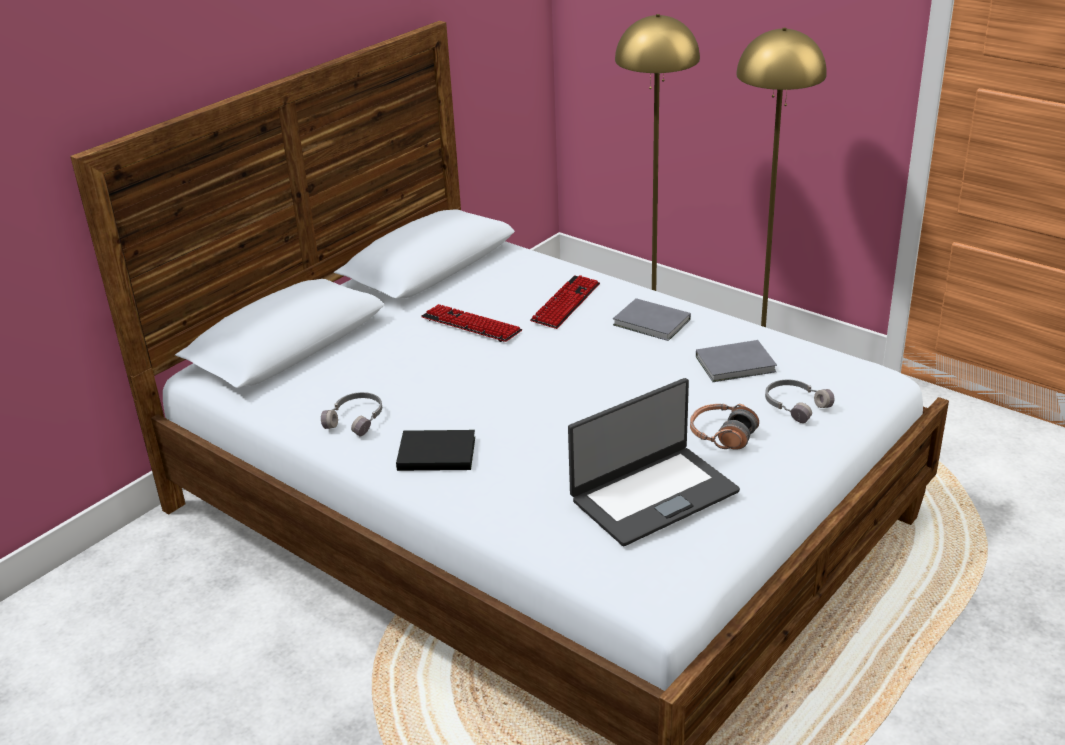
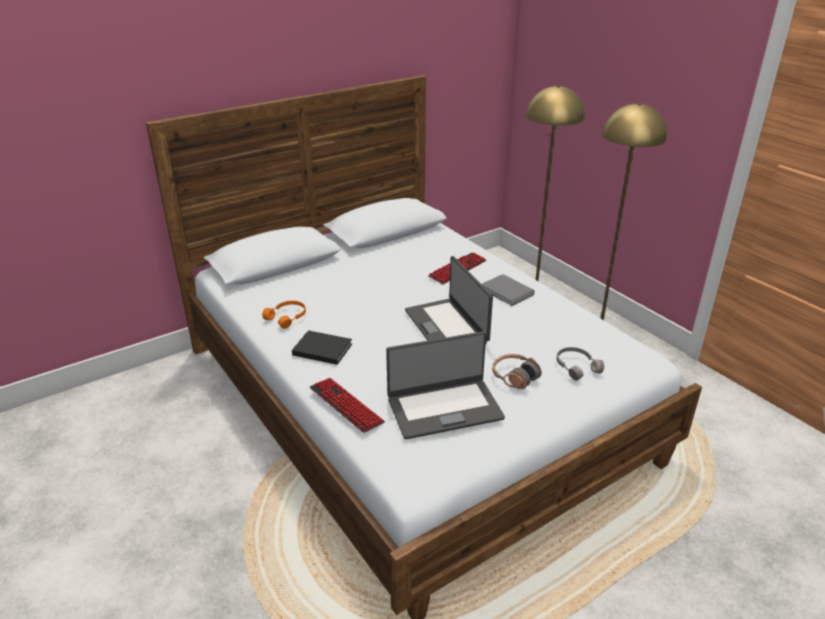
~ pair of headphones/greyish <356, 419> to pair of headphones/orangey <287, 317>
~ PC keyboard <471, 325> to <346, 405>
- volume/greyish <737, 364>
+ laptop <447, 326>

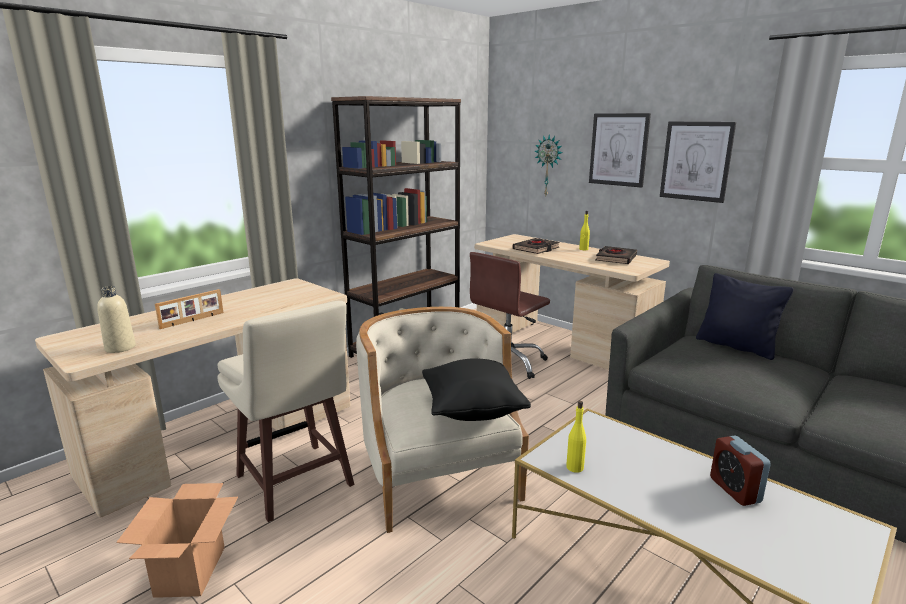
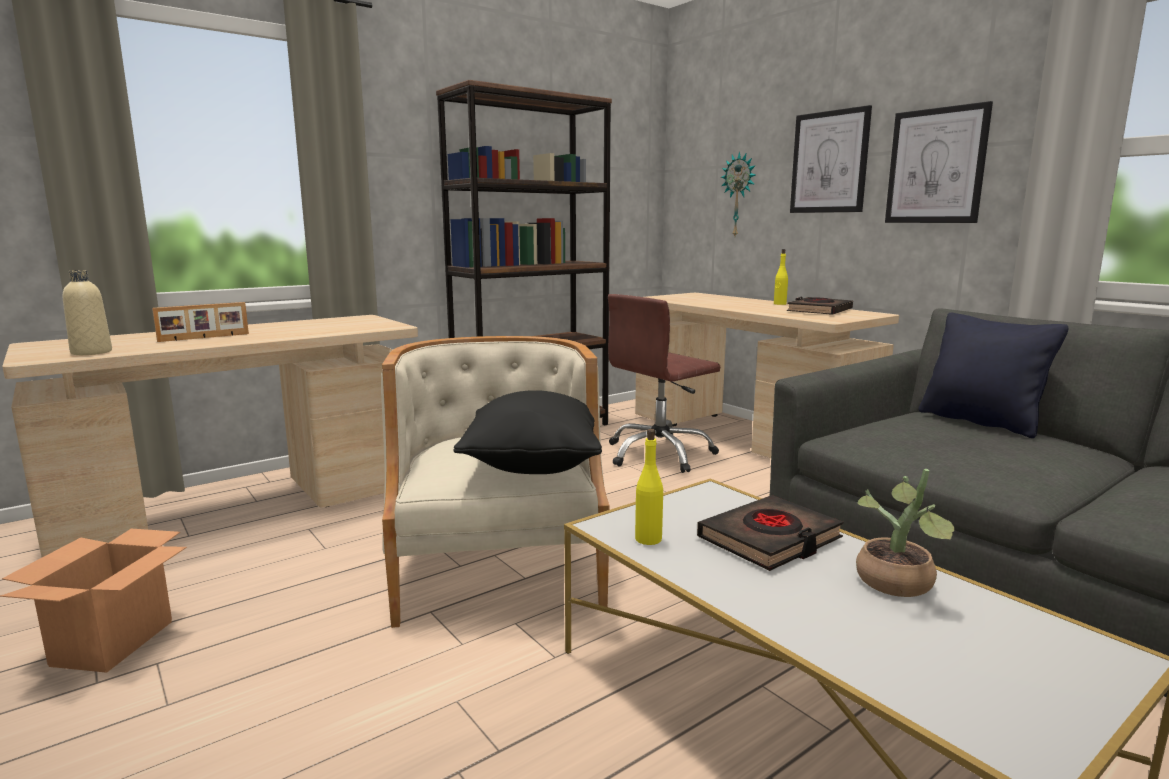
- sitting stool/beige <295, 483>
~ volume/blackish <536, 249> to <770, 540>
~ table clock <735, 490> to plant in a pot <897, 586>

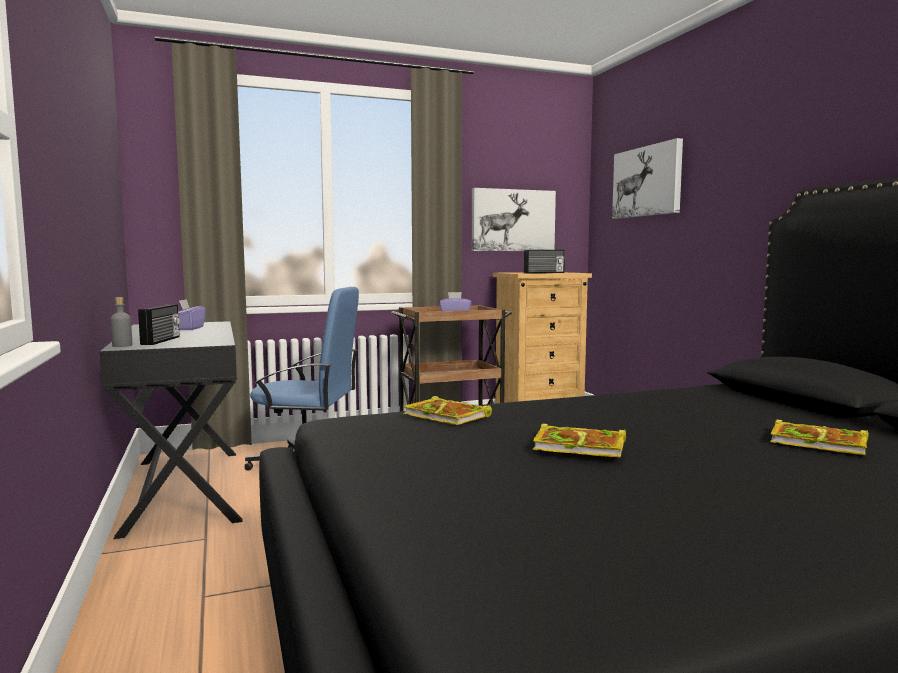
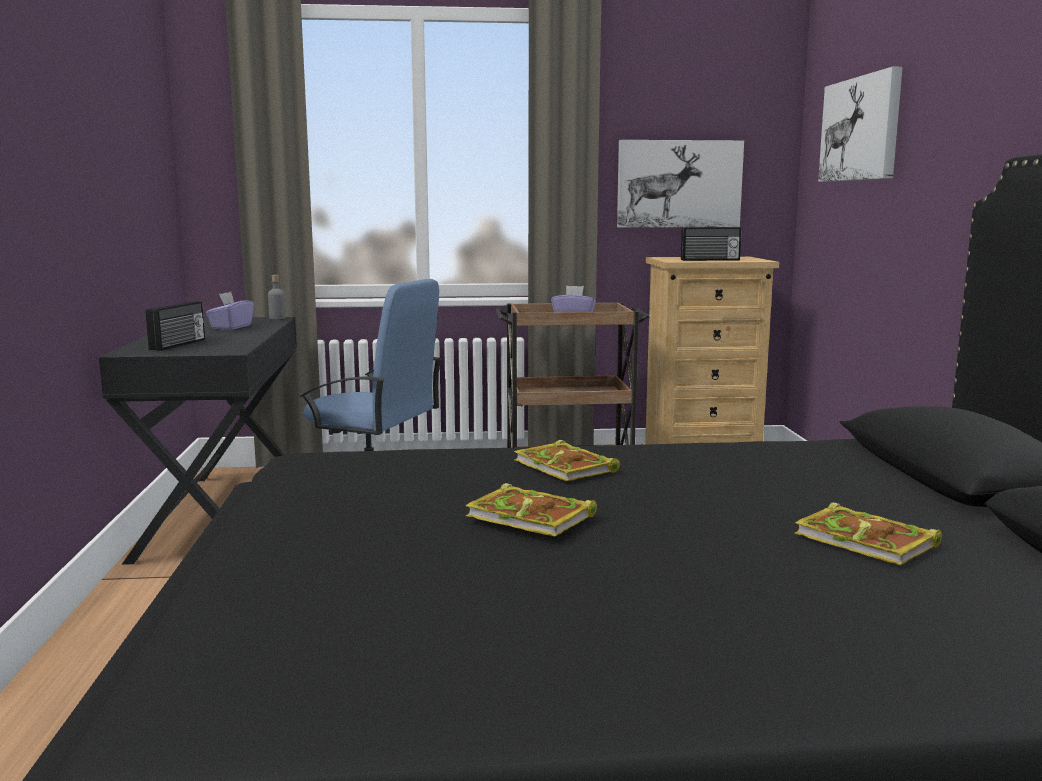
~ drink bottle/greyish <122, 345> to <277, 318>
~ volume <448, 416> to <567, 467>

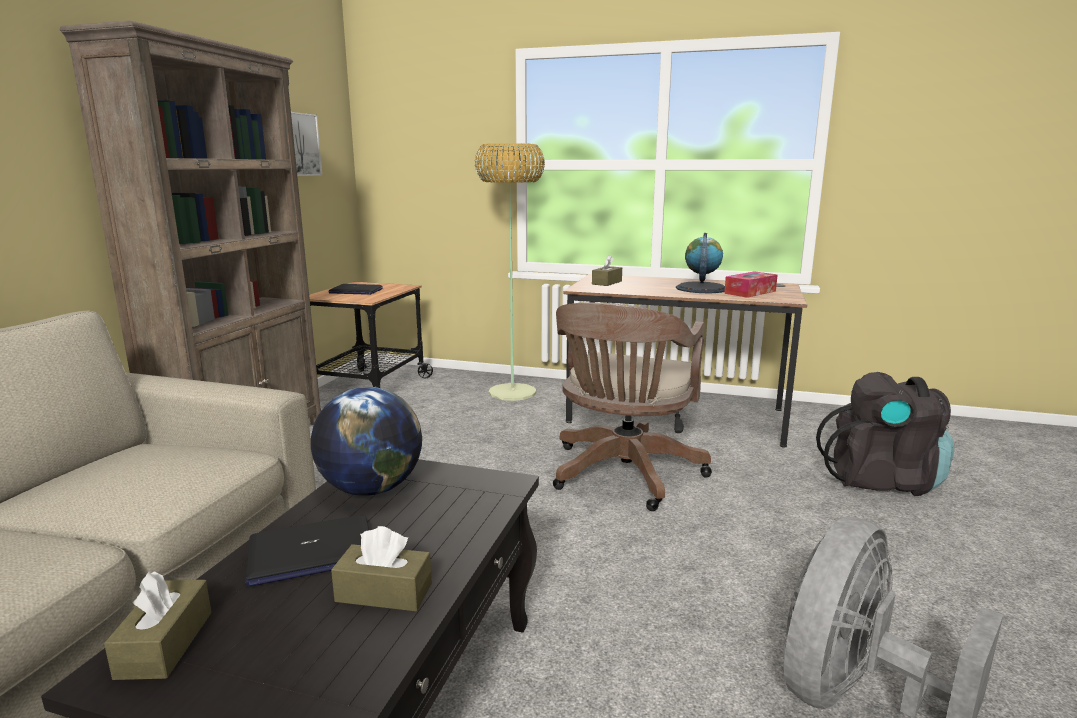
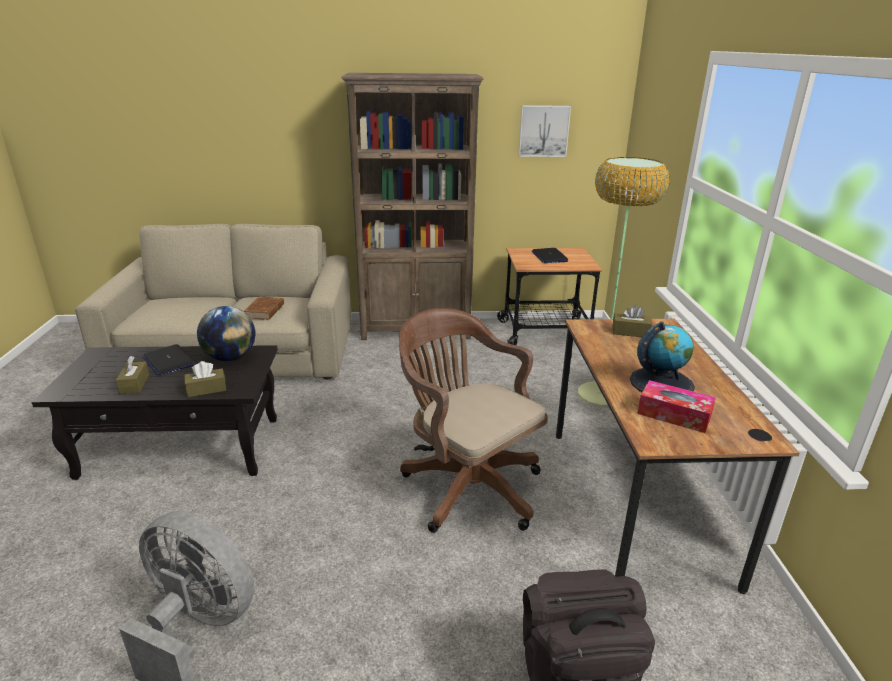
~ tissue holder/brownish <165, 644> to <206, 389>
~ computer chair/brownish <623, 476> = <467, 485> 45 degrees clockwise
+ volume/brownish <265, 311>

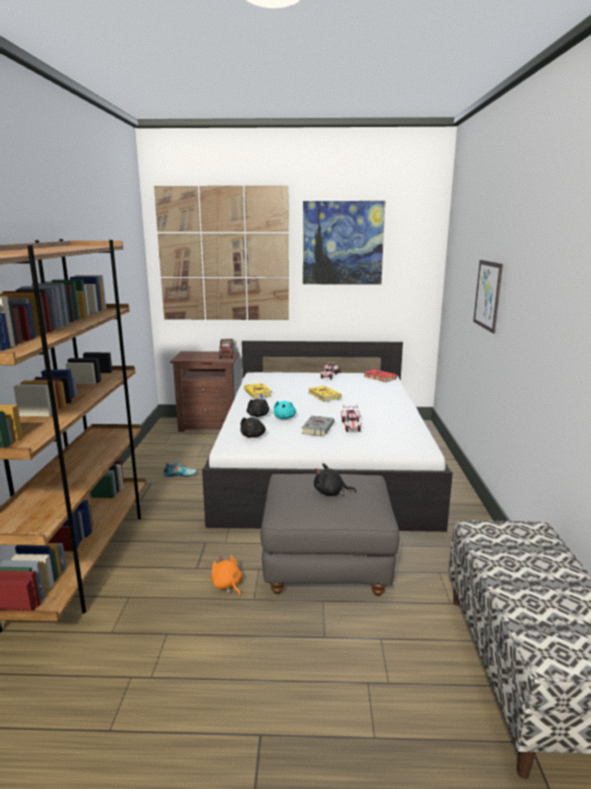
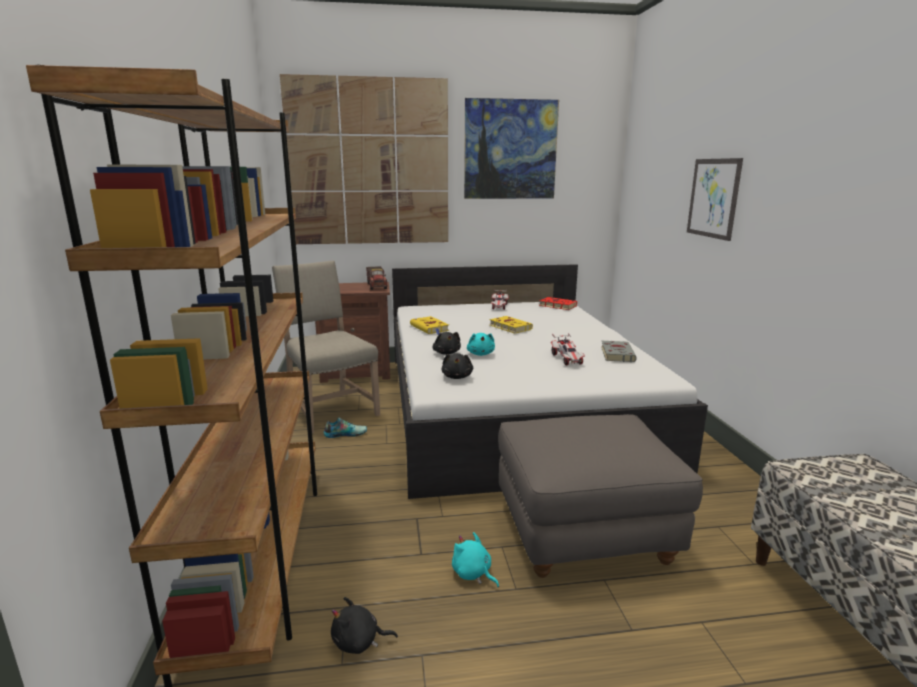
~ cuddly toy/orangey <227, 585> to cuddly toy/turquoise-coloured <473, 573>
~ volume/greyish <318, 428> to <617, 354>
~ cuddly toy/blackish <331, 492> to <359, 642>
+ upright chair/beige <329, 408>

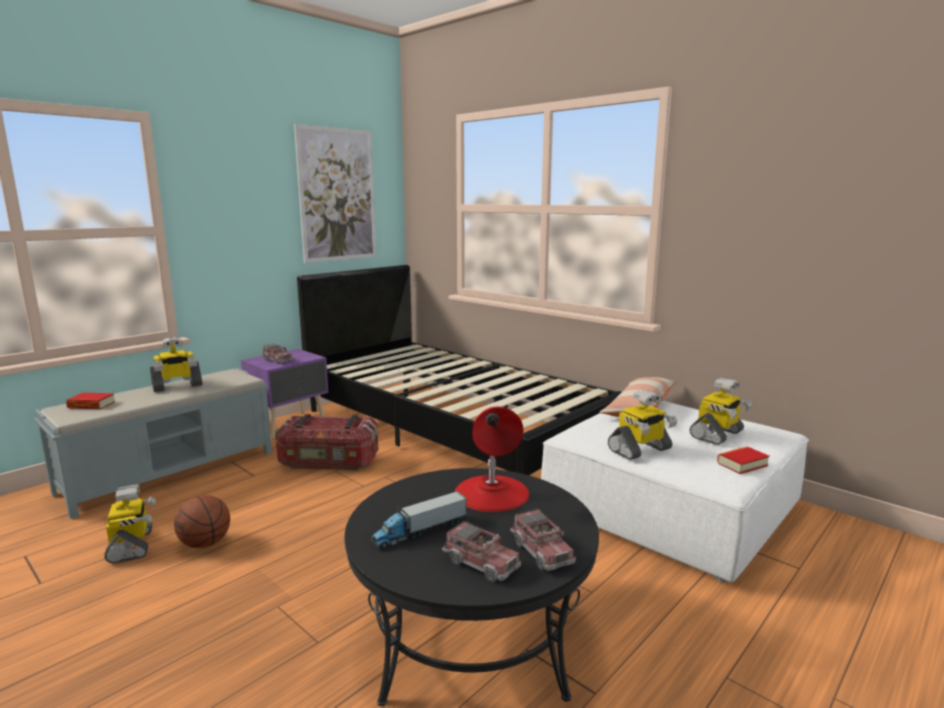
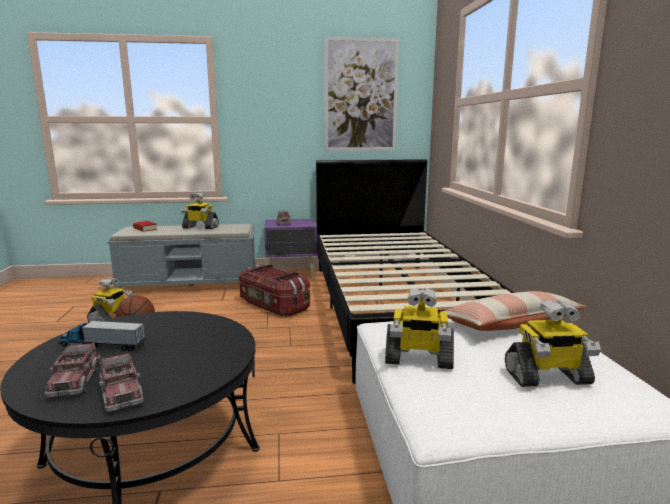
- table lamp/reddish <492, 493>
~ toy lorry <541, 551> = <121, 393> 45 degrees counterclockwise
- volume <742, 464>

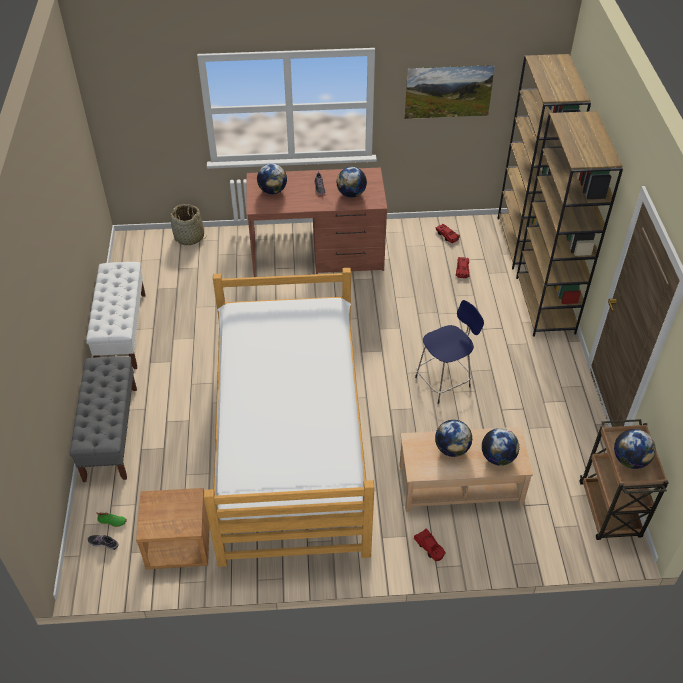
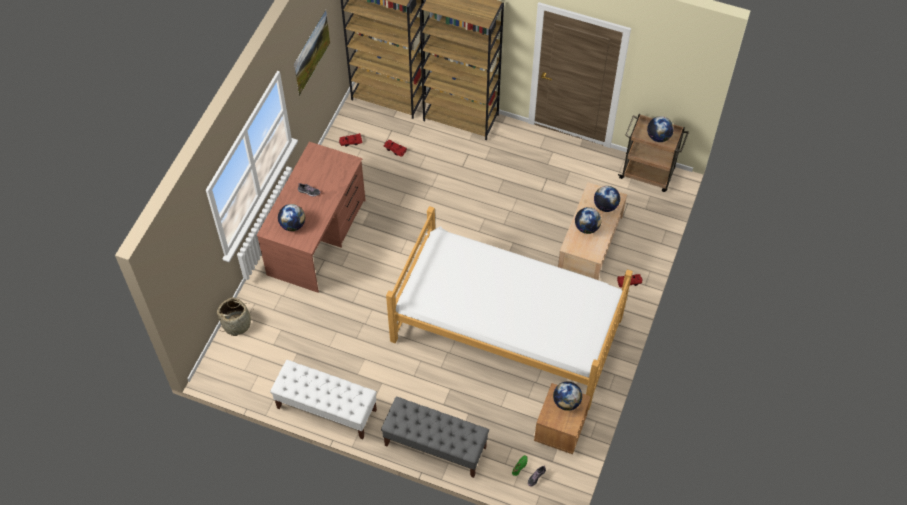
~ desk globe <351, 194> to <566, 402>
- sitting stool/blue <444, 381>

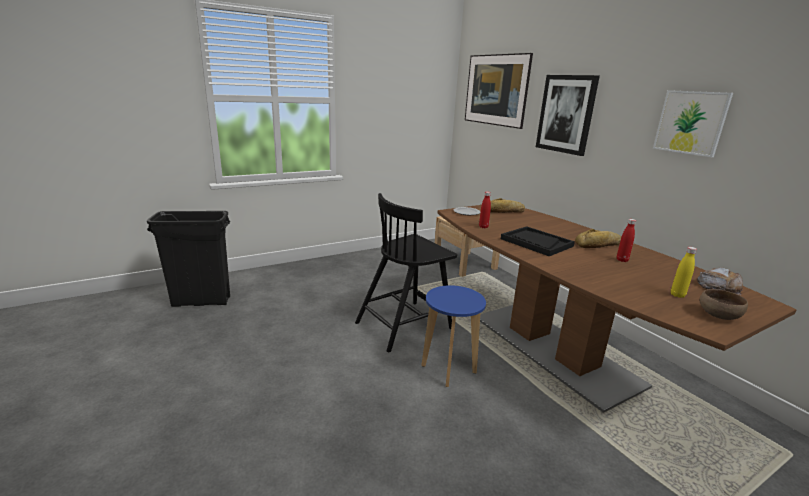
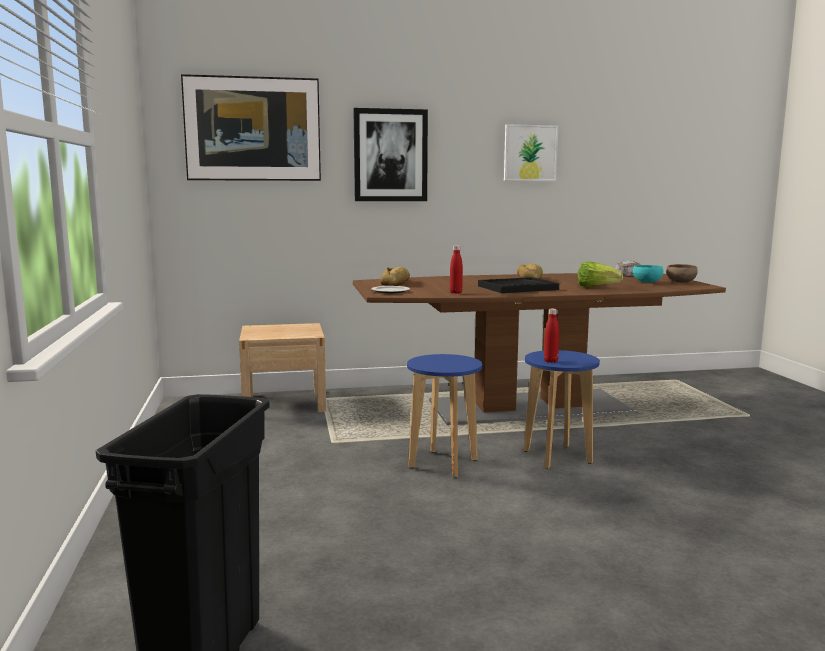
~ upright chair/blackish <405, 325> to sitting stool/blue <443, 464>
~ drink bottle/reddish <622, 260> to <550, 361>
~ drink bottle/yellow <677, 295> to deep dish/turquoise-coloured <646, 282>
+ lettuce <596, 287>

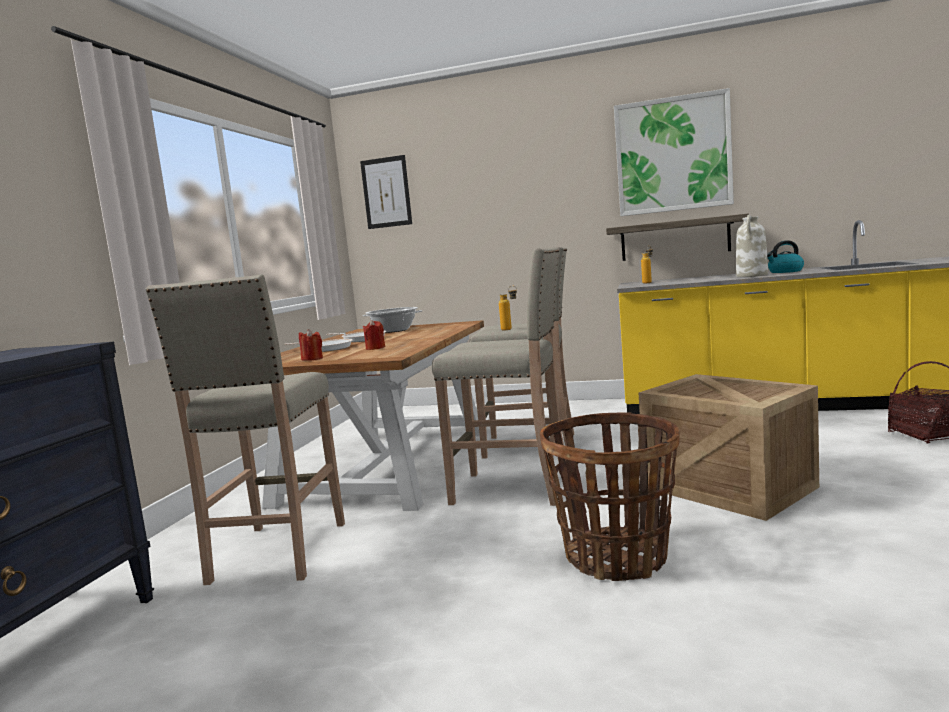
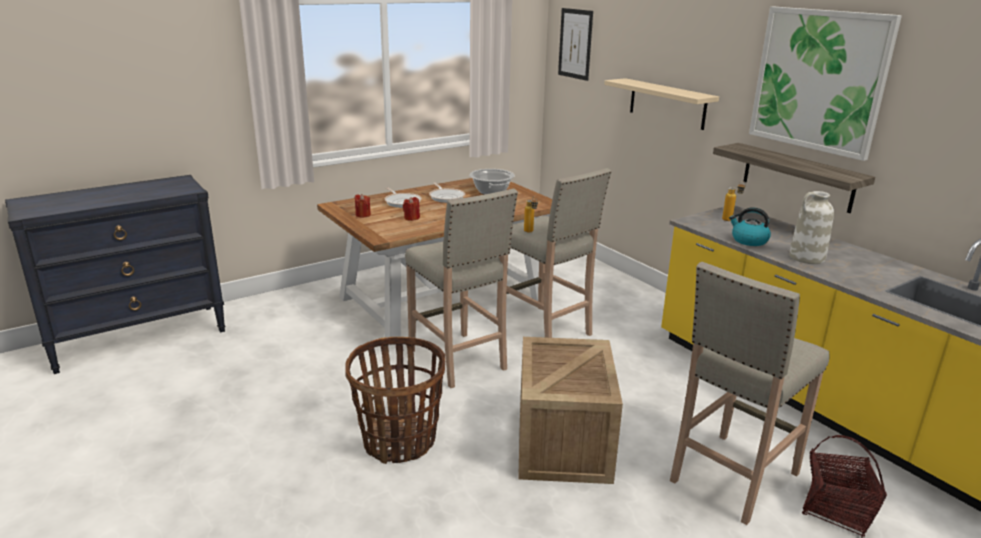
~ sitting stool/beige <277, 553> to <731, 478>
~ kettle <785, 272> to <748, 240>
+ bracket shelf/beige <667, 103>

